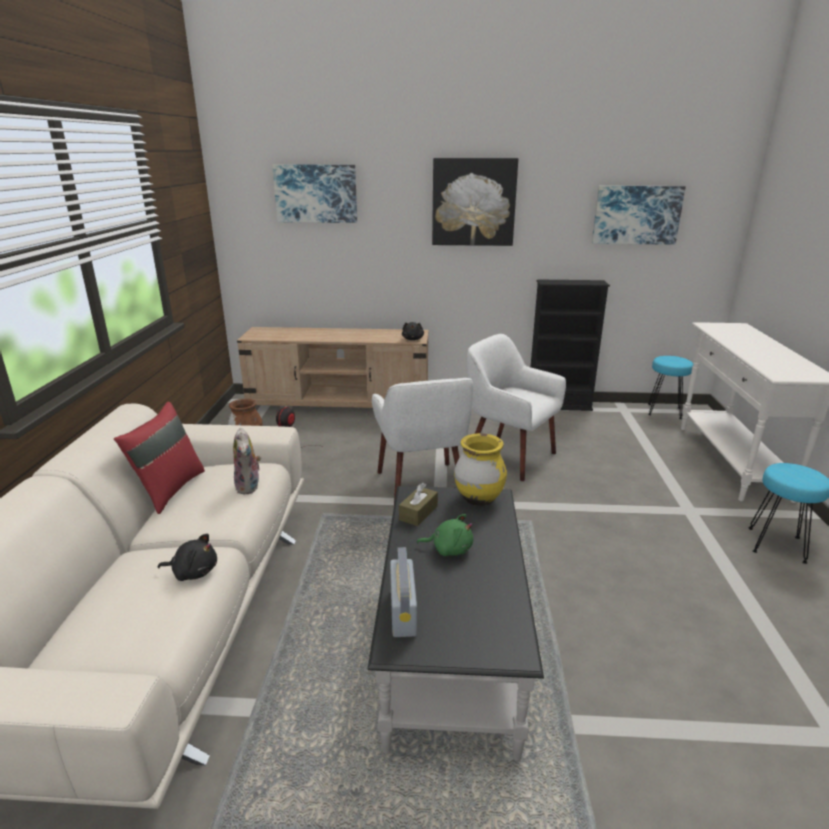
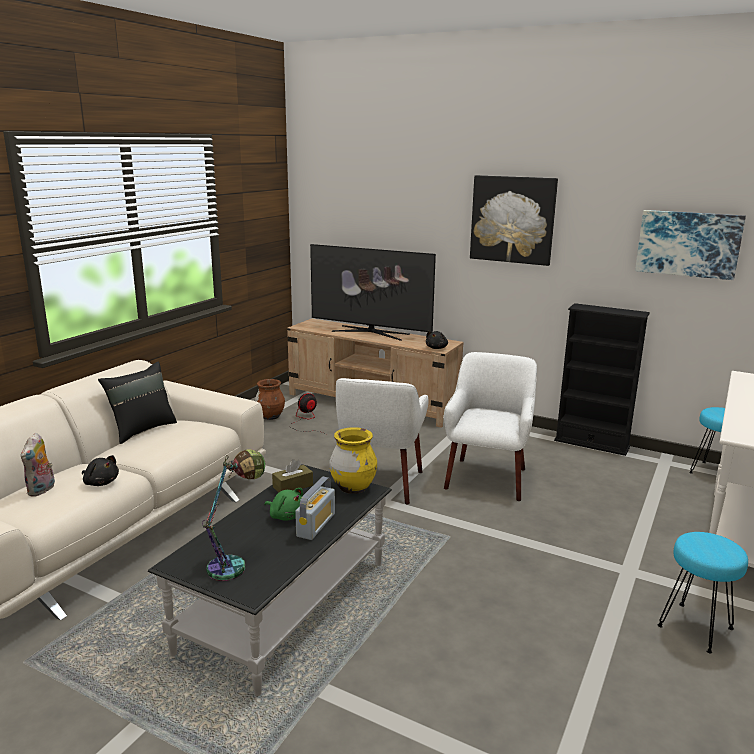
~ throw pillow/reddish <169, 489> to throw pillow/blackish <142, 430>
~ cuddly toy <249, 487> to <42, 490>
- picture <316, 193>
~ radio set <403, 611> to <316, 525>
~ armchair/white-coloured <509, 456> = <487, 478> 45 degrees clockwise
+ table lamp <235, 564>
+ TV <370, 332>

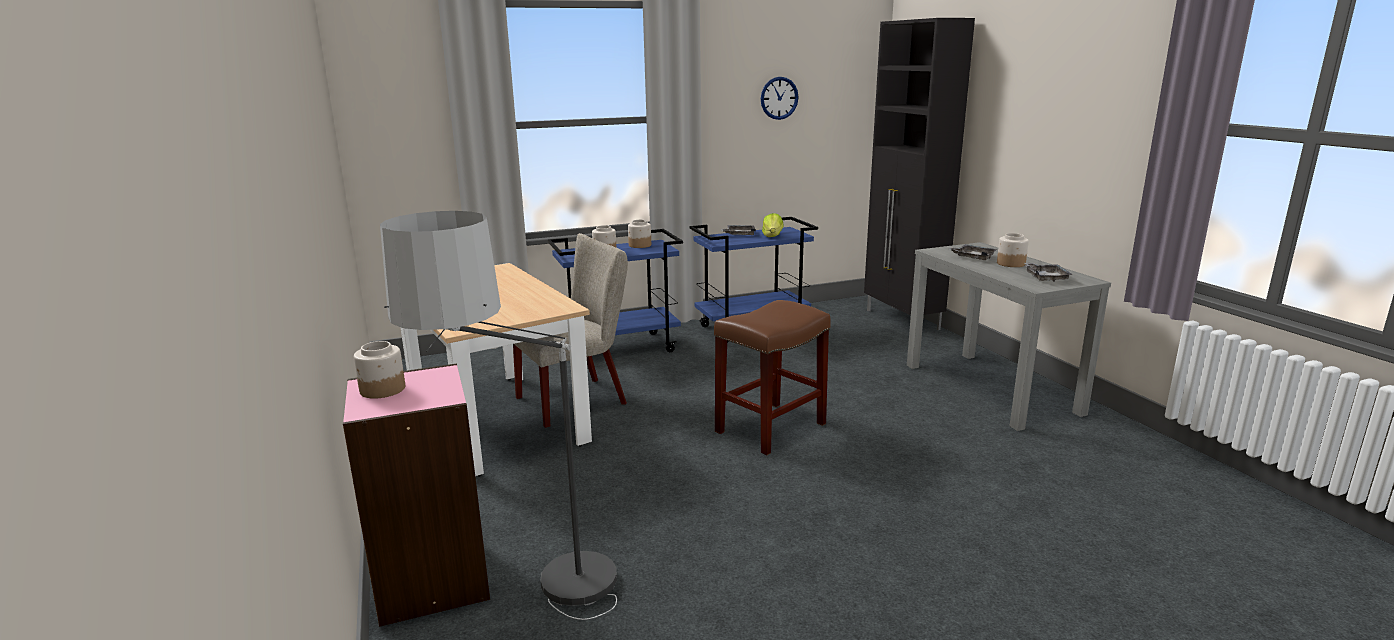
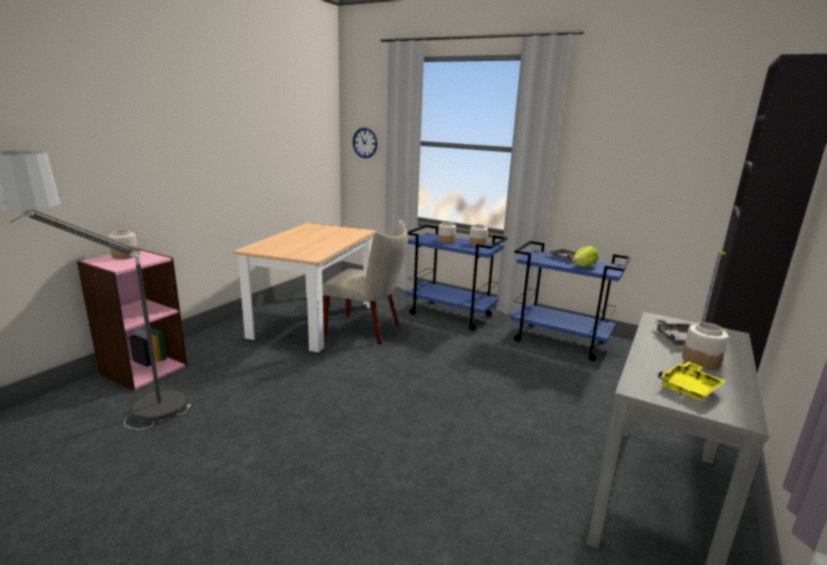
- sitting stool/brownish <771, 427>
~ hanging clock <779, 98> to <365, 143>
~ serving tray/greyish <1045, 277> to serving tray/yellow <689, 388>

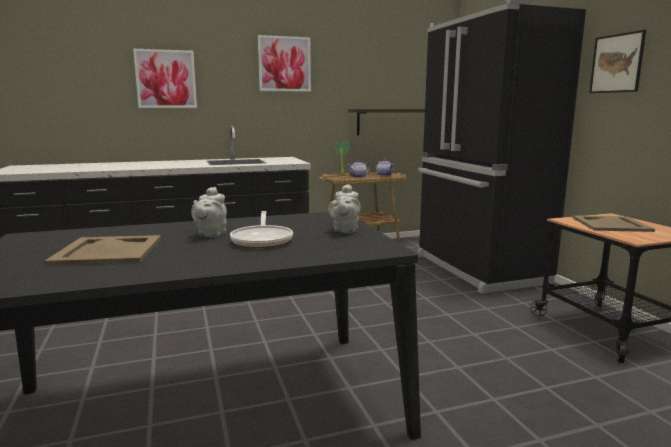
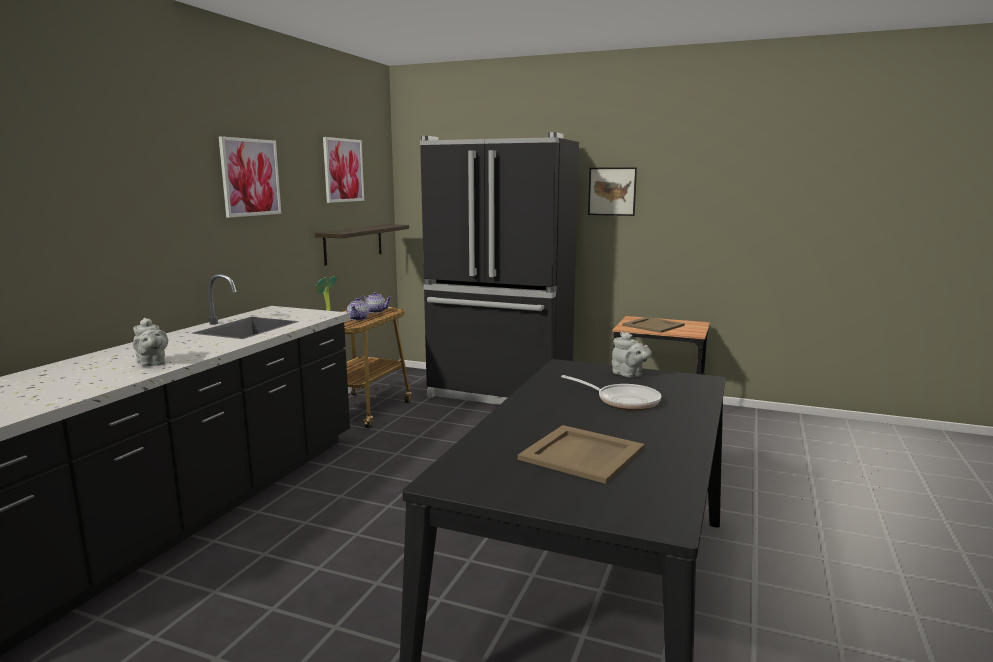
~ picture <166, 79> to <343, 170>
~ teapot/greyish <211, 234> to <152, 364>

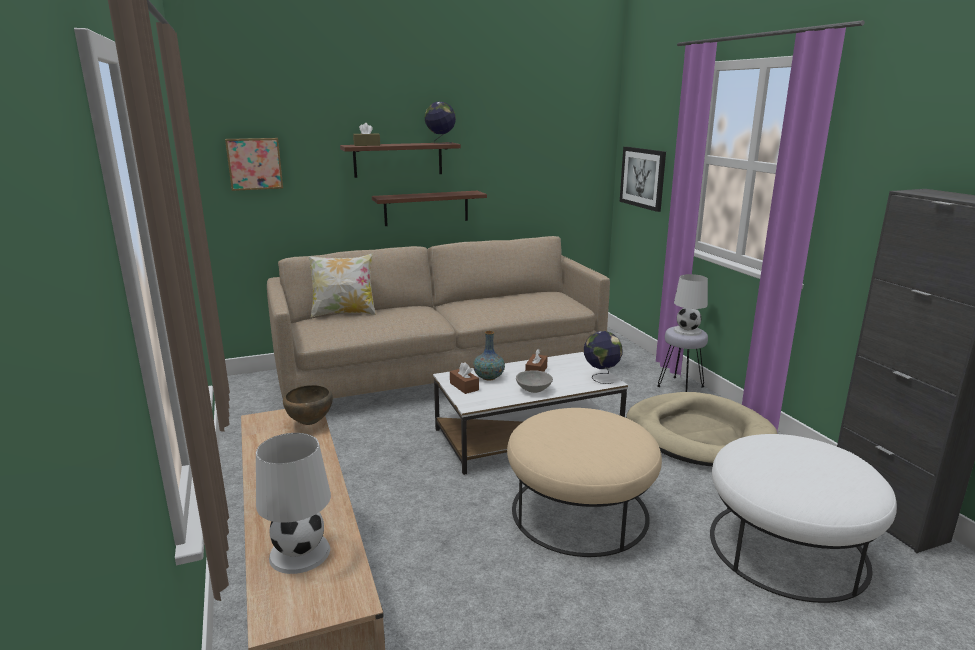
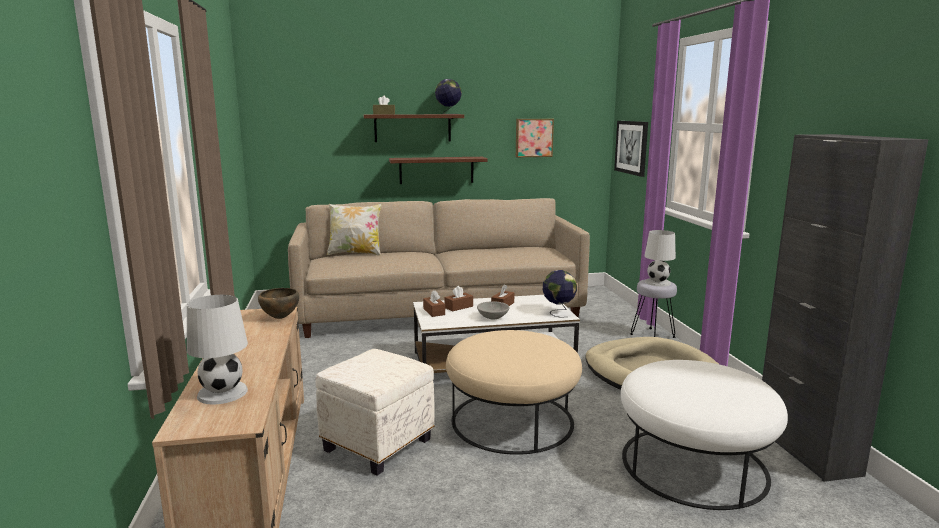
~ picture <254, 163> to <533, 137>
~ flower vase <489, 377> to tissue holder/brownish <458, 307>
+ ottoman/white-coloured <378, 443>

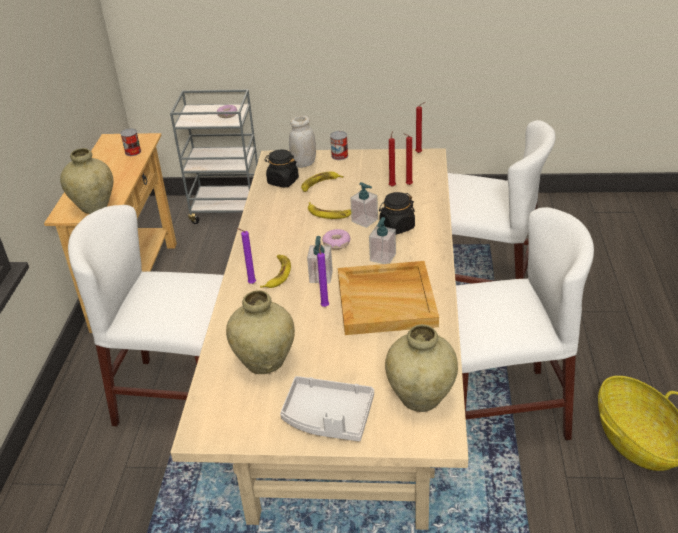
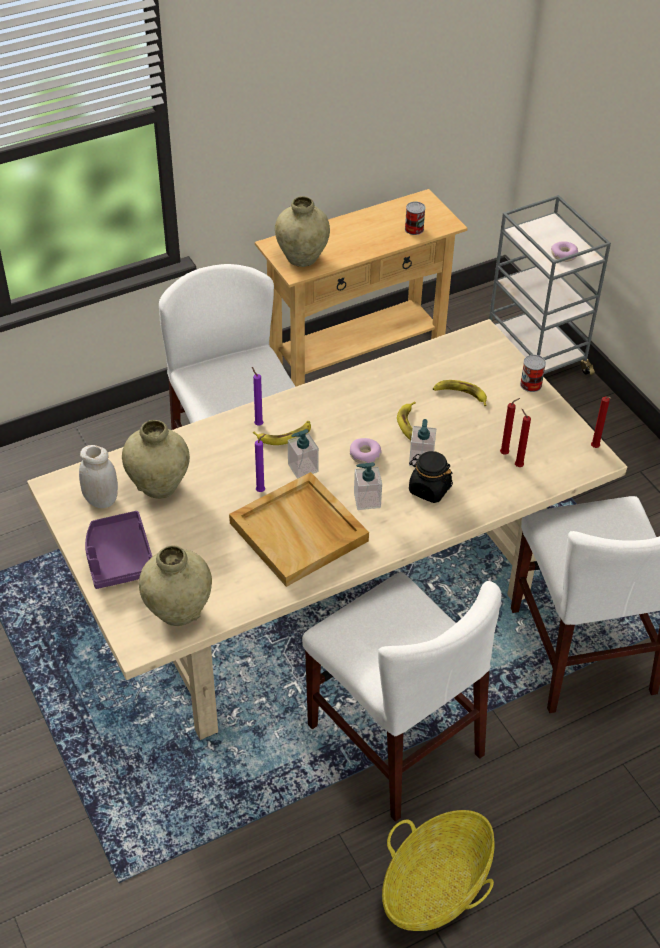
- jar/blackish <283, 181>
~ serving tray/greyish <328, 417> to serving tray/purple <118, 558>
~ jar/white-coloured <304, 163> to <101, 500>

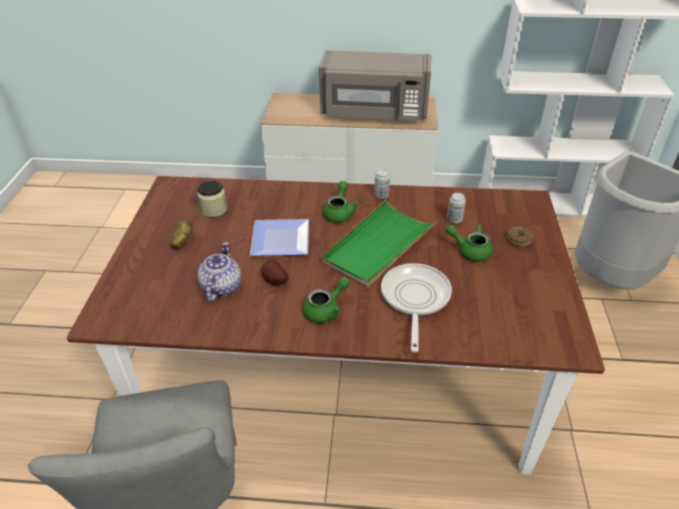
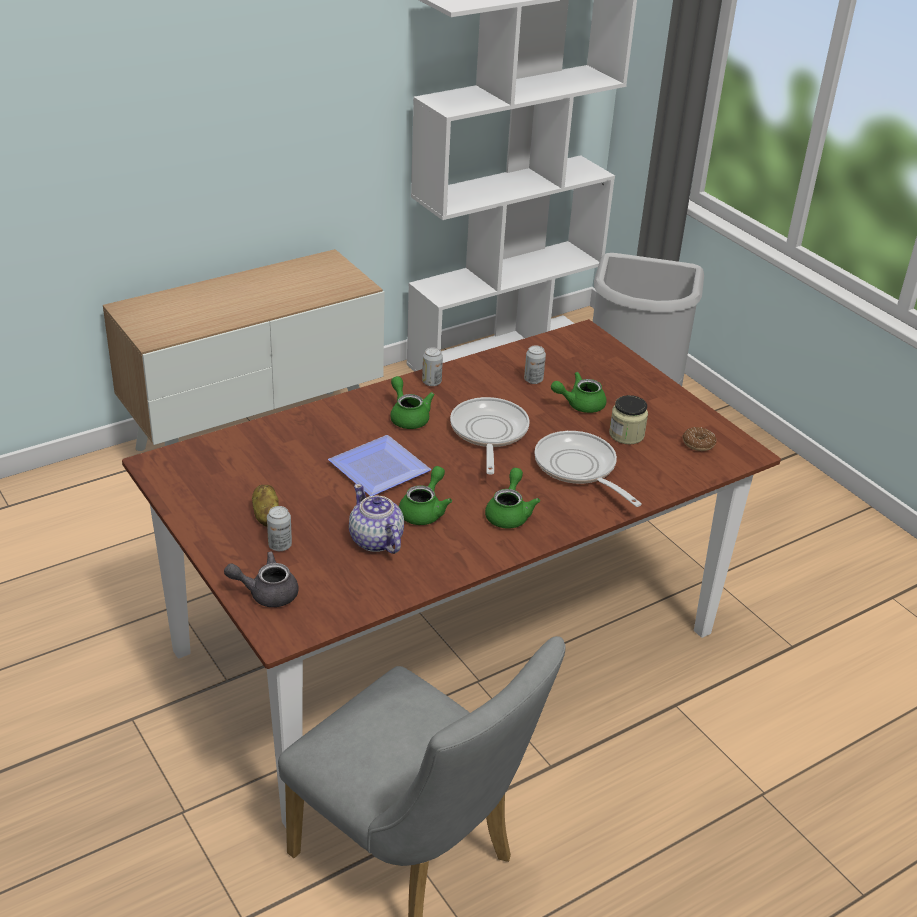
~ jar <214, 209> to <626, 435>
~ potato <274, 281> to teapot/green <424, 510>
- microwave oven/greyish <374, 112>
~ serving tray/green <378, 245> to frying pan <488, 434>
~ donut <518, 239> to <698, 444>
+ teapot/greyish <266, 593>
+ sealed can <280, 545>

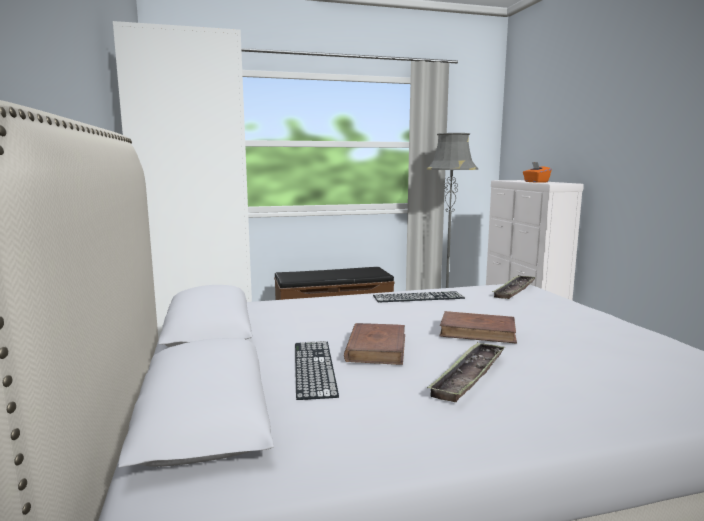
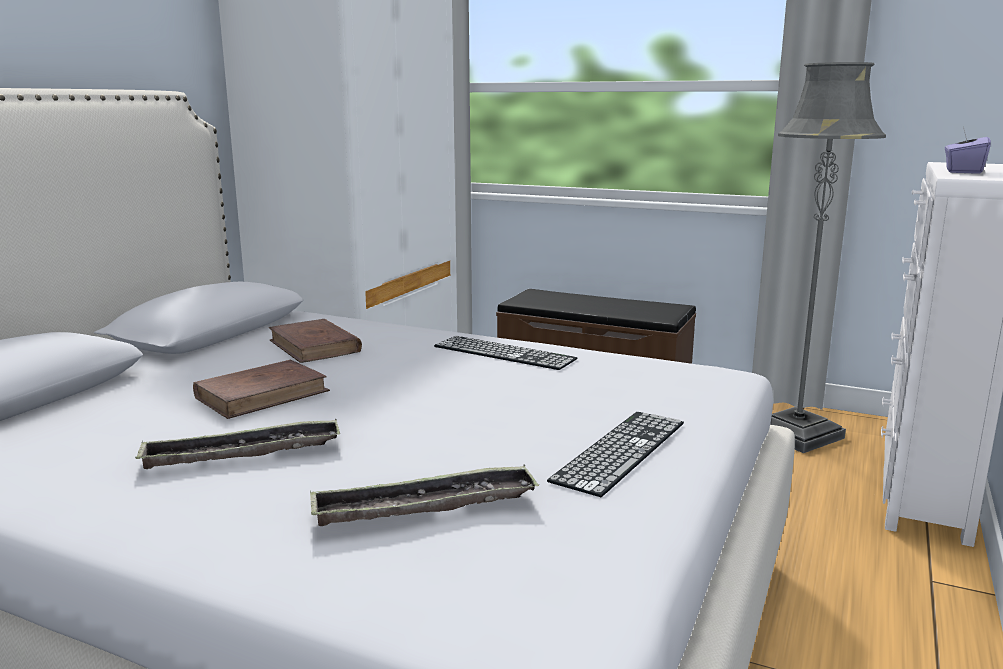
~ PC keyboard <314, 367> to <620, 450>
~ volume/brownish <478, 331> to <314, 346>
~ serving tray <514, 290> to <424, 506>
~ tissue holder/orangey <535, 182> to tissue holder/purple <962, 171>

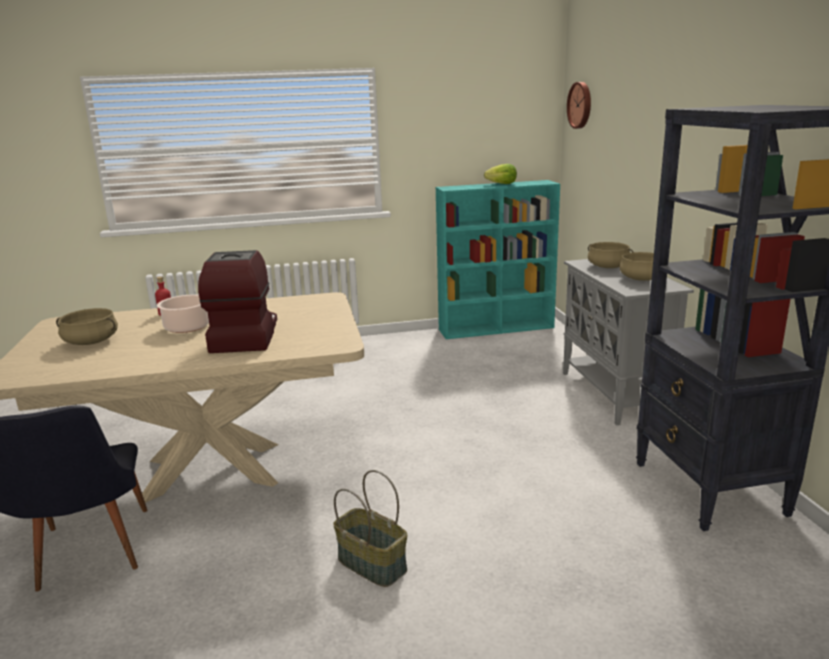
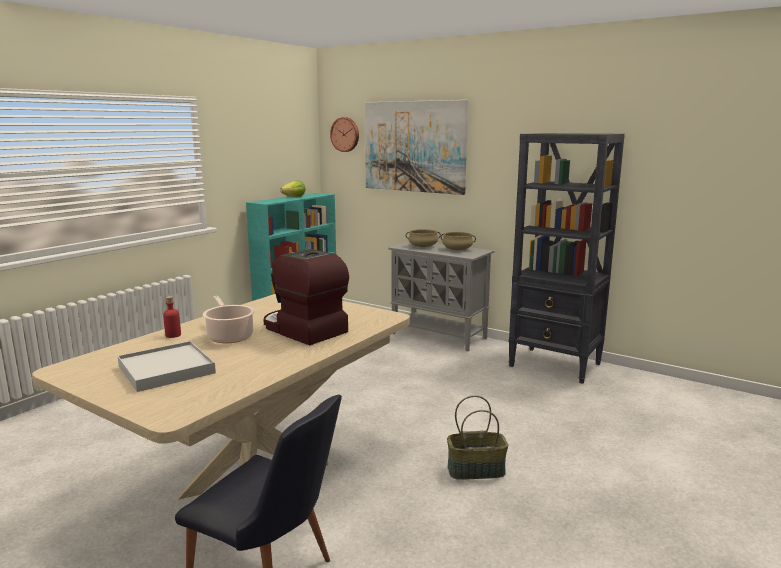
~ cooking pot/beige <91, 342> to serving tray/white-coloured <166, 370>
+ picture <414, 146>

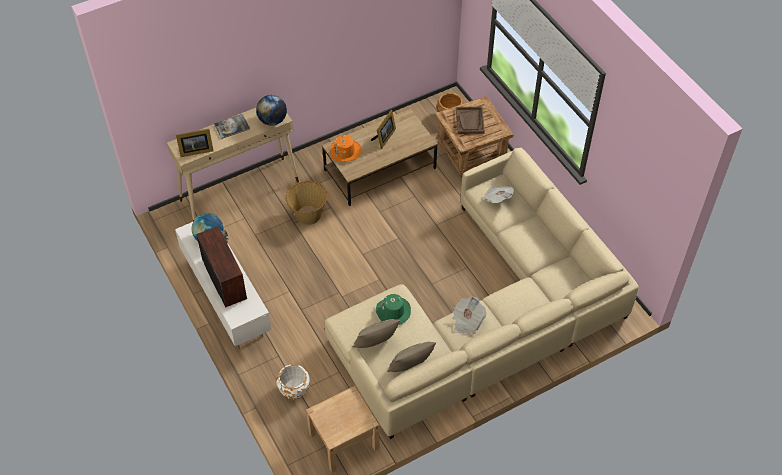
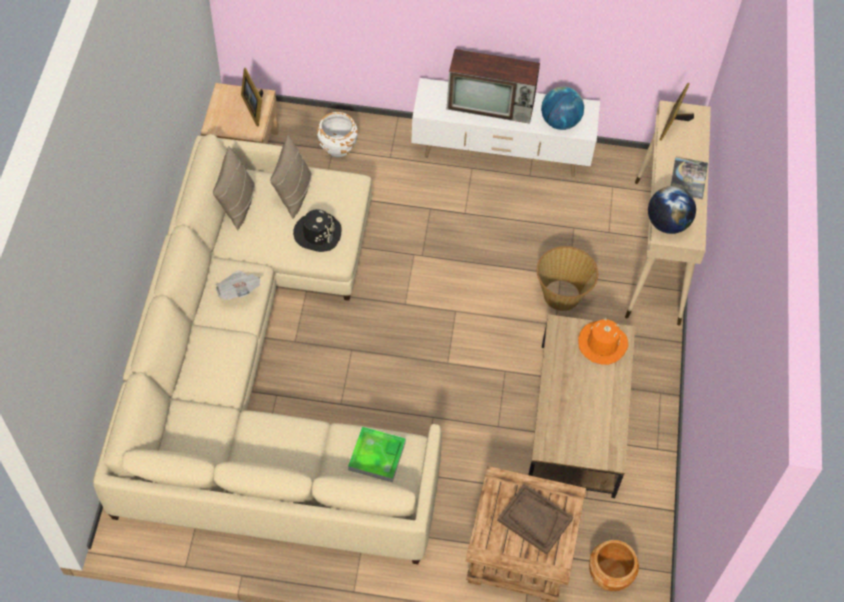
~ photo frame <384, 138> to <254, 107>
~ clothing hat/green <393, 311> to clothing hat/blackish <317, 233>
~ newspaper <497, 198> to serving tray <377, 456>

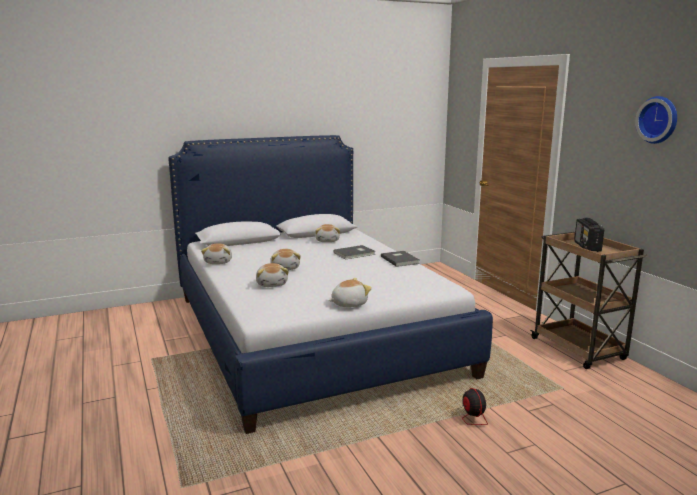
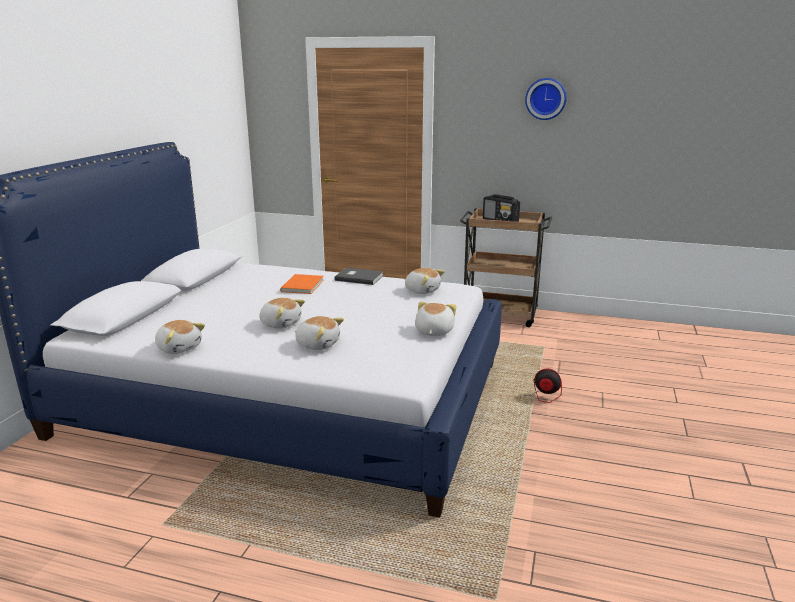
~ cuddly toy <327, 240> to <422, 290>
~ volume/greyish <355, 254> to volume/orangey <304, 285>

